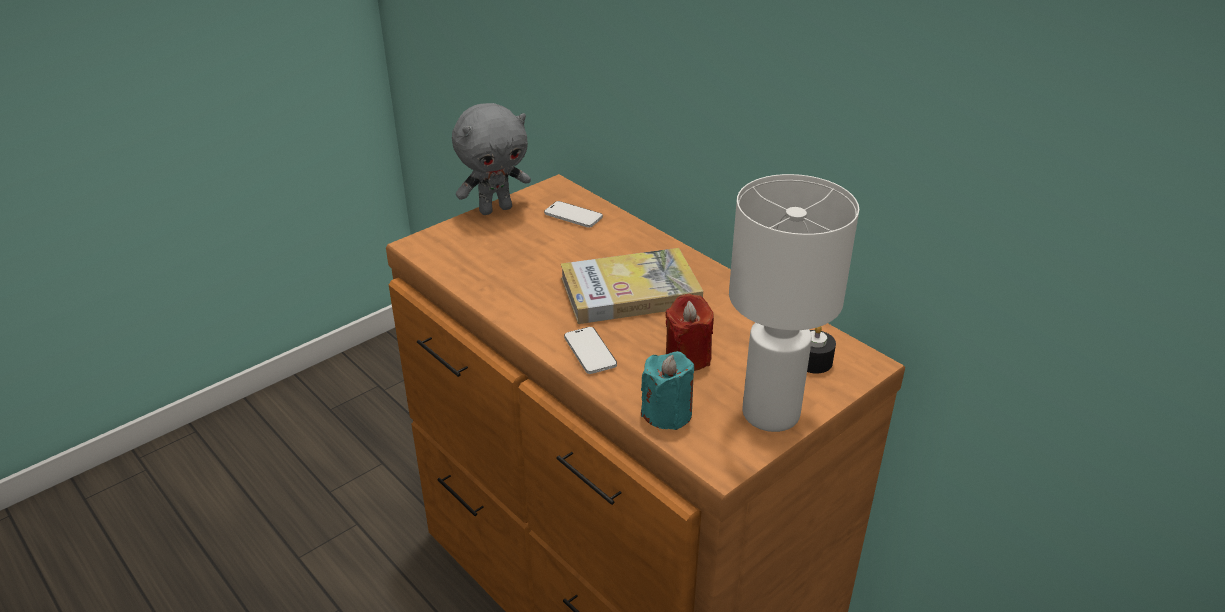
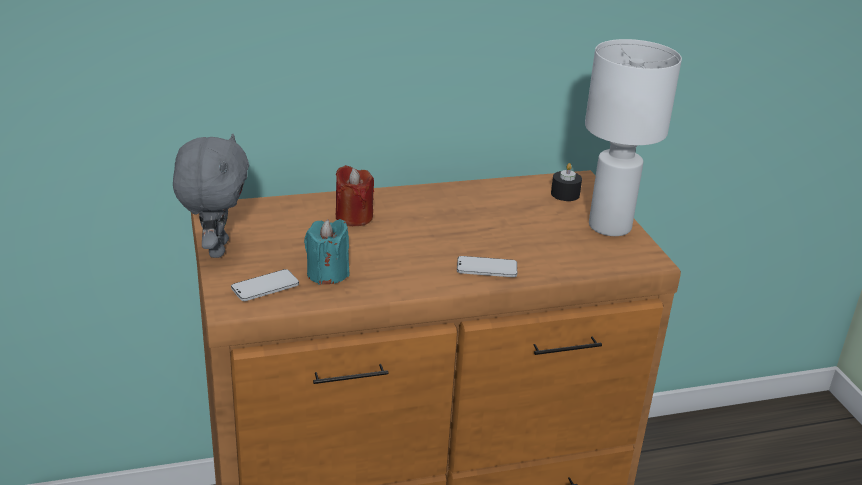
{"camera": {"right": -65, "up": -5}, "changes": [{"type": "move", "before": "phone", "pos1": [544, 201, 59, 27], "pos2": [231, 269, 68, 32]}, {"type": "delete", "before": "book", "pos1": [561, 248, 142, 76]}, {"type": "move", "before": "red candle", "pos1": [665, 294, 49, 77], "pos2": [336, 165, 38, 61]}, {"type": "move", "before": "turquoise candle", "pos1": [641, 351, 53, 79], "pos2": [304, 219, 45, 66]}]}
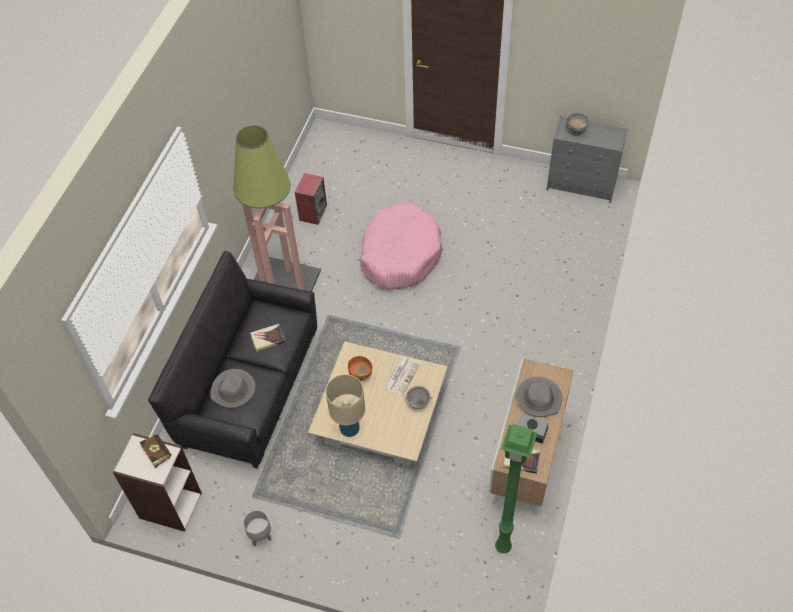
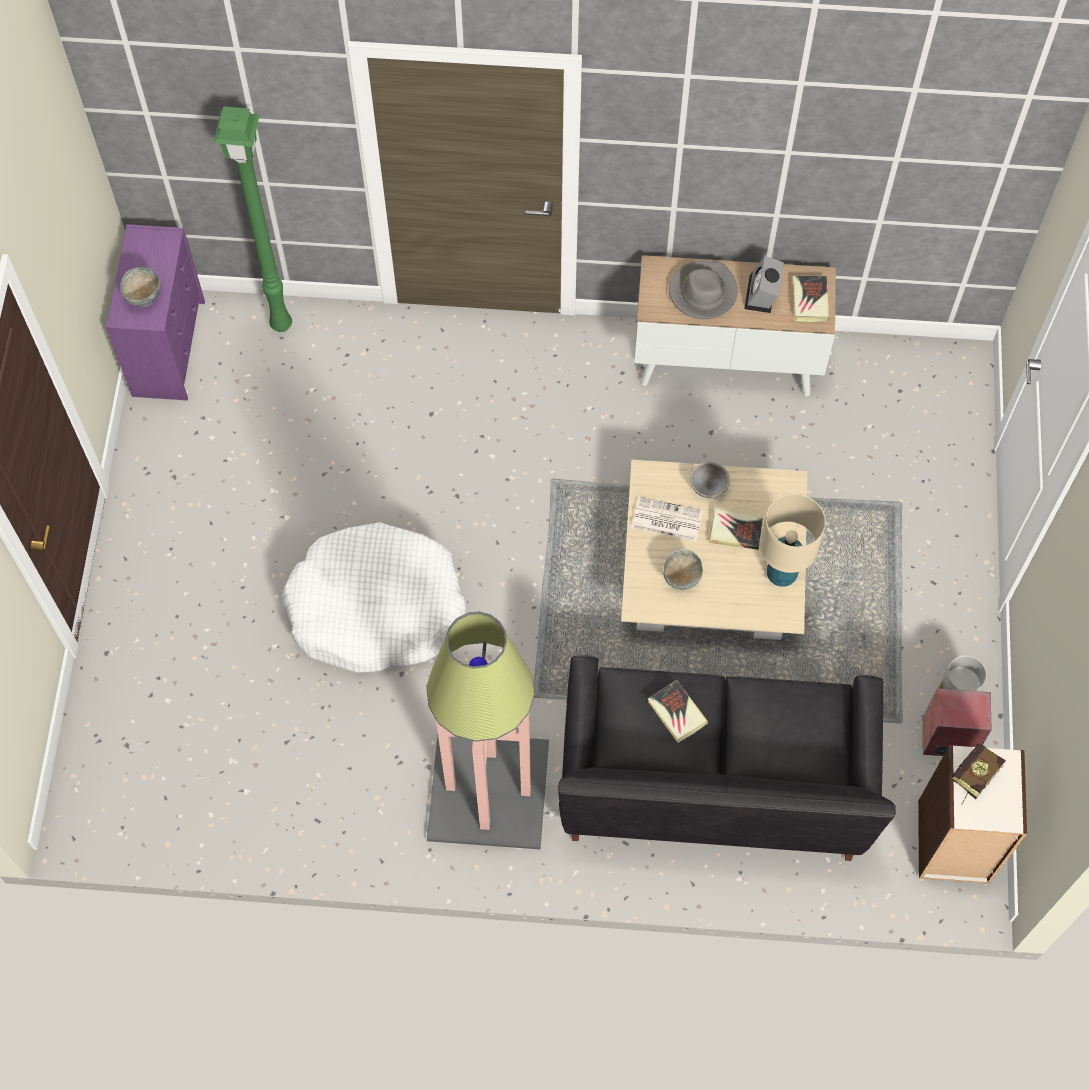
{"camera": {"right": -105, "up": 10}, "changes": [{"type": "recolor", "before": "grey dresser", "after": "purple dresser", "pos1": [547, 116, 80, 87], "pos2": [106, 224, 99, 176]}, {"type": "move", "before": "speaker", "pos1": [295, 173, 32, 52], "pos2": [923, 688, 69, 68]}, {"type": "recolor", "before": "pink dog bed", "after": "white dog bed", "pos1": [360, 202, 82, 88], "pos2": [281, 522, 186, 151]}, {"type": "recolor", "before": "orange bowl", "after": "grey bowl", "pos1": [348, 356, 24, 25], "pos2": [663, 549, 40, 41]}, {"type": "delete", "before": "grey hat", "pos1": [210, 369, 46, 39]}, {"type": "move", "before": "green floor lamp", "pos1": [495, 424, 43, 129], "pos2": [214, 106, 78, 226]}, {"type": "insert", "after": "book", "pos2": [709, 508, 54, 42]}]}
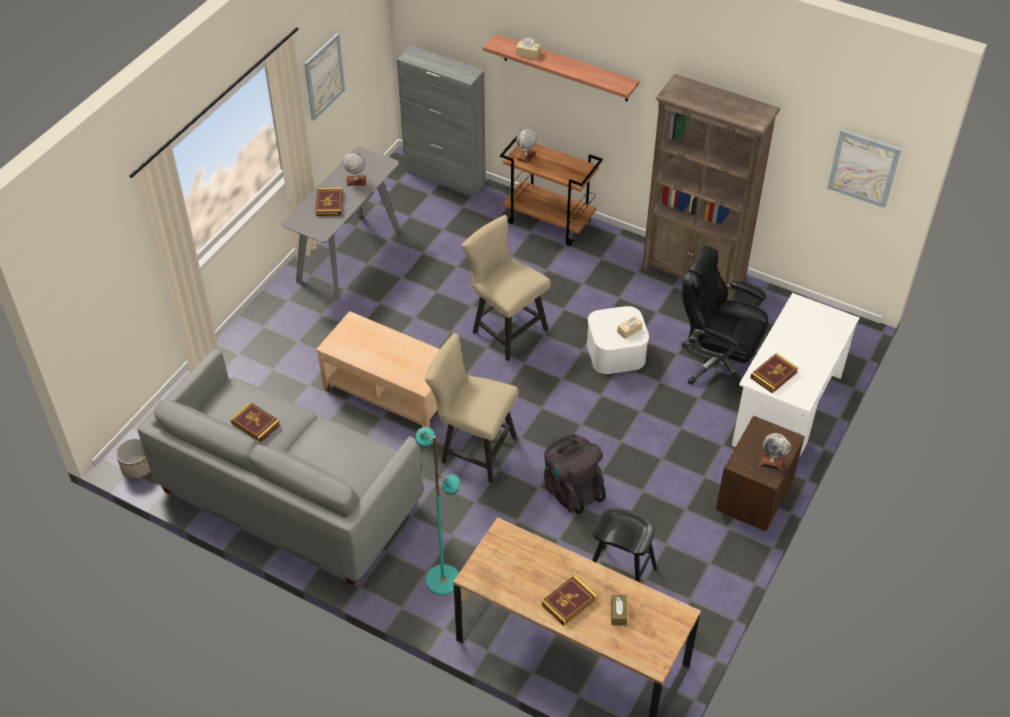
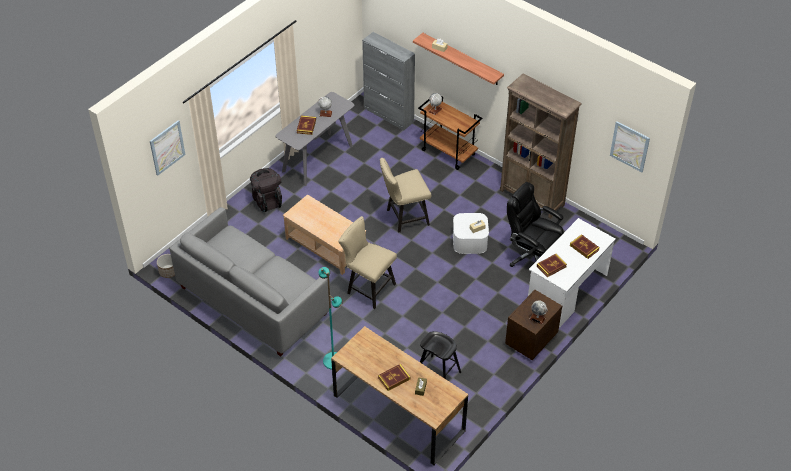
{"camera": {"right": 10, "up": 0}, "changes": [{"type": "move", "before": "picture", "pos1": [304, 33, 41, 88], "pos2": [150, 120, 35, 56]}, {"type": "rotate", "before": "beige chair", "pos1": [461, 215, 90, 146], "pos2": [380, 158, 51, 75], "turn": -75}, {"type": "move", "before": "book", "pos1": [230, 402, 50, 41], "pos2": [570, 234, 30, 25]}, {"type": "move", "before": "black backpack", "pos1": [544, 434, 62, 80], "pos2": [250, 168, 32, 44]}]}
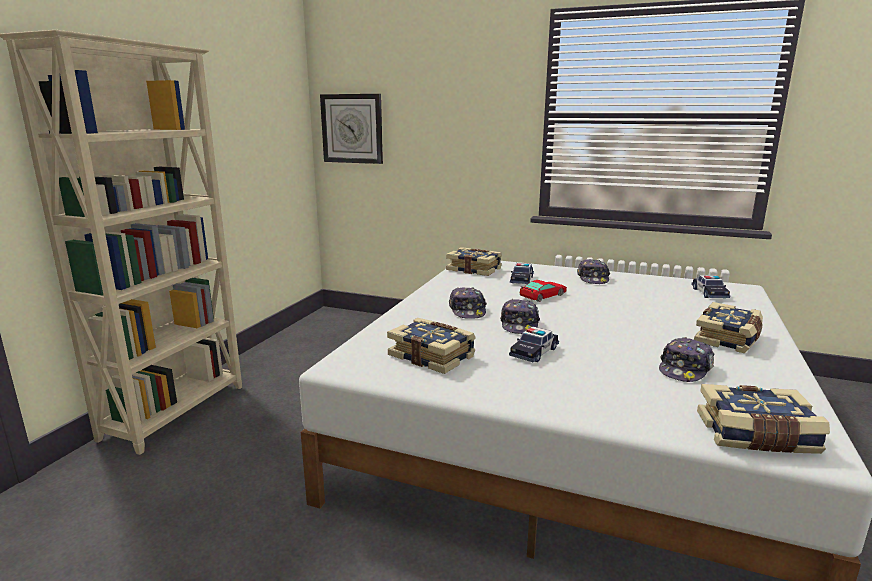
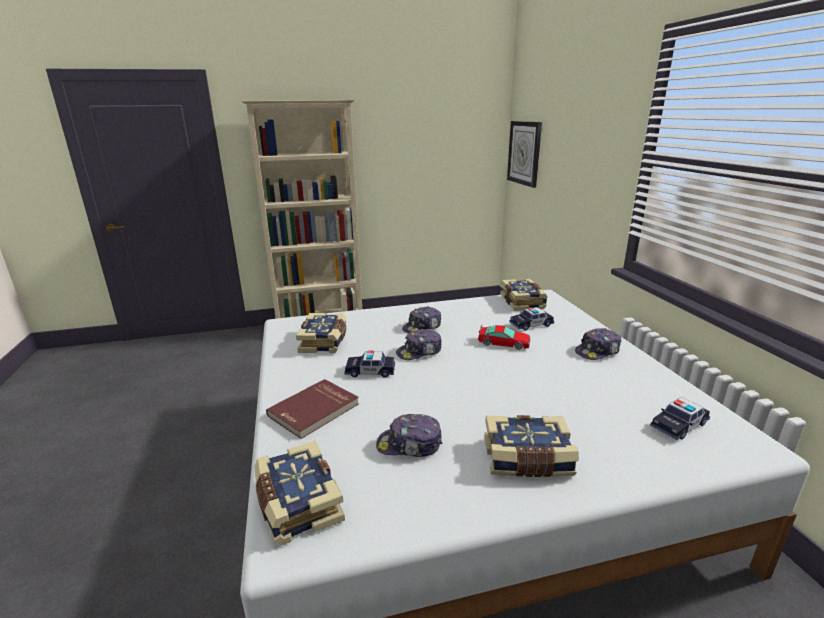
{"camera": {"right": 55, "up": 5}, "changes": [{"type": "insert", "after": "red book", "pos2": [266, 379, 93, 60]}]}
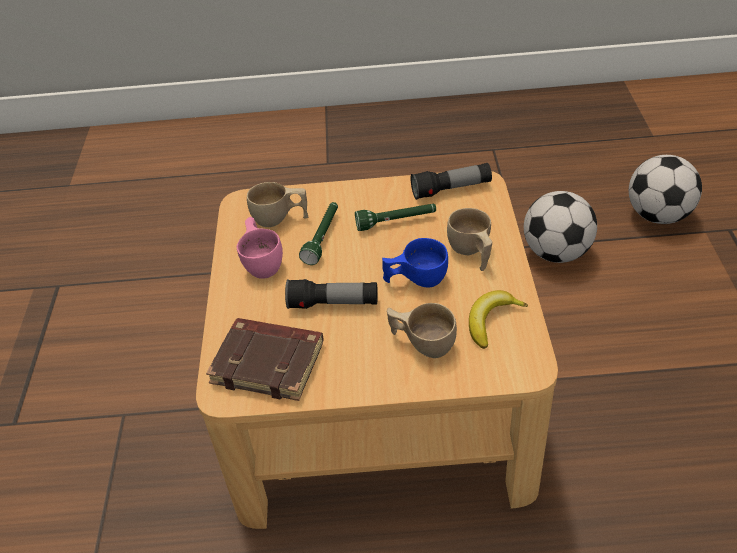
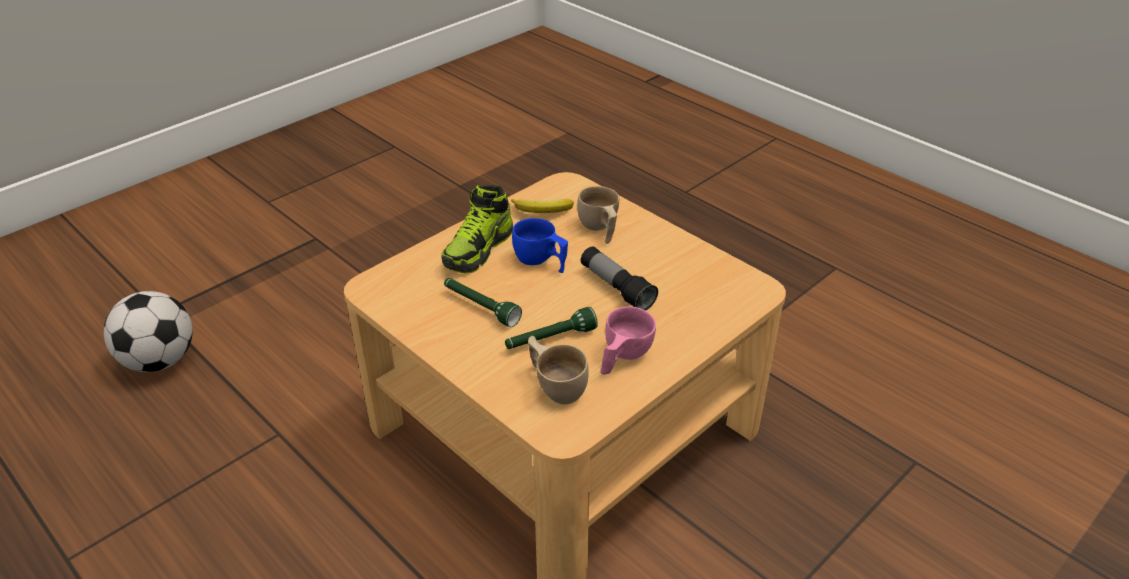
{"camera": {"right": -135, "up": -5}, "changes": [{"type": "delete", "before": "flashlight", "pos1": [411, 163, 81, 37]}, {"type": "delete", "before": "football", "pos1": [524, 191, 73, 72]}, {"type": "replace", "before": "beige cup", "after": "shoe", "pos1": [447, 208, 45, 63], "pos2": [441, 185, 72, 89]}, {"type": "delete", "before": "brown book", "pos1": [206, 318, 118, 83]}]}
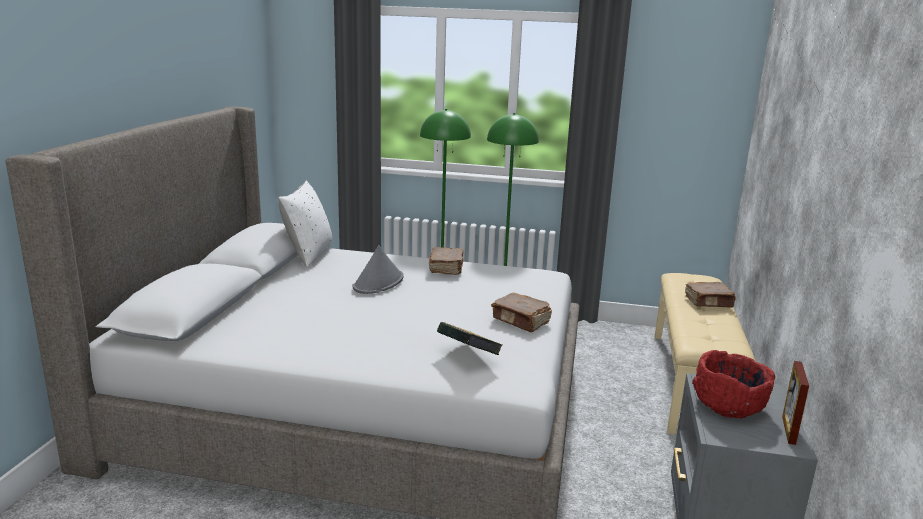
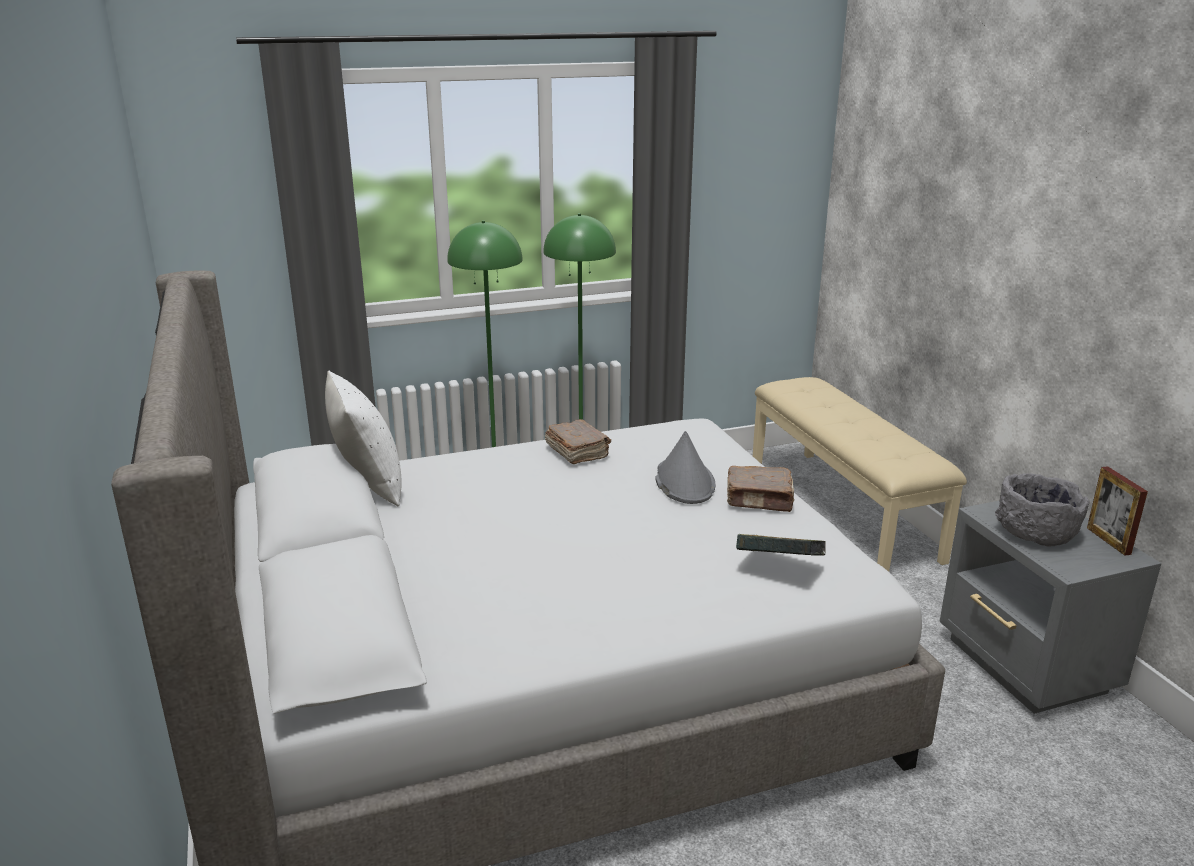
{"camera": {"right": -30, "up": 5}, "changes": [{"type": "move", "before": "grey hat", "pos1": [353, 245, 51, 49], "pos2": [655, 431, 60, 73]}, {"type": "delete", "before": "brown book", "pos1": [685, 282, 51, 25]}, {"type": "recolor", "before": "red bowl", "after": "grey bowl", "pos1": [692, 350, 83, 68], "pos2": [995, 473, 94, 74]}]}
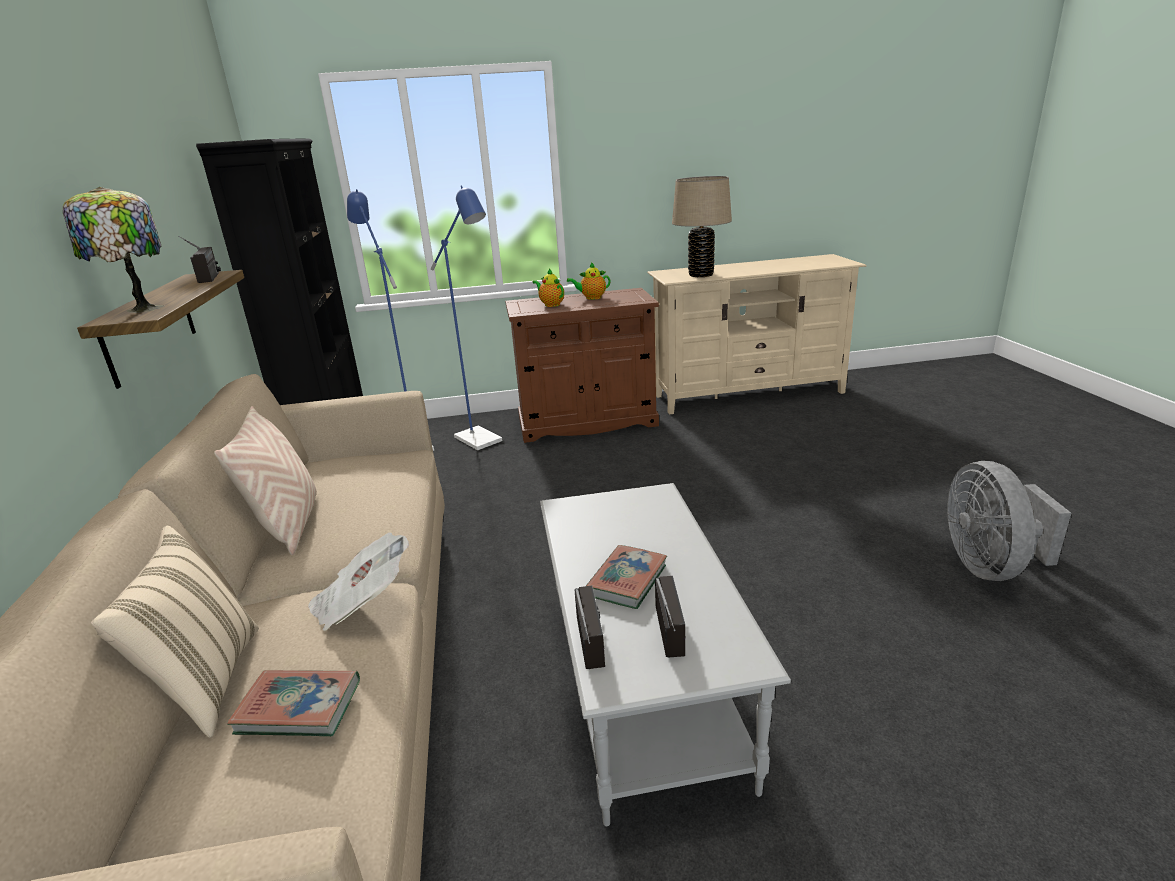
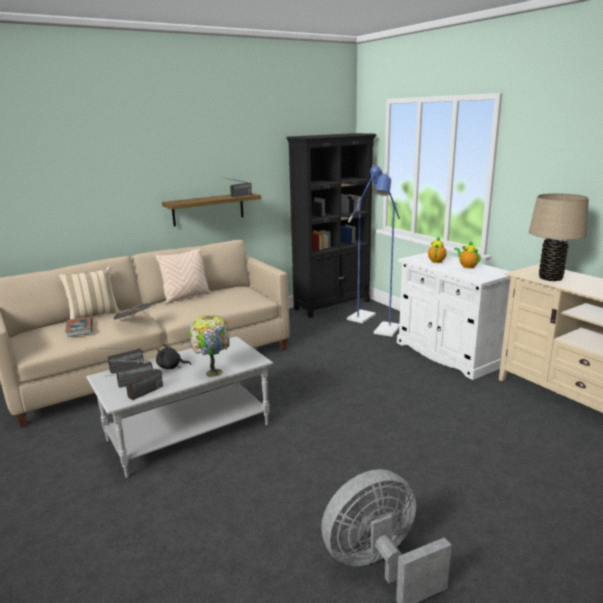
{"camera": {"right": 65, "up": -5}, "changes": [{"type": "move", "before": "table lamp", "pos1": [63, 187, 101, 126], "pos2": [189, 315, 41, 62]}, {"type": "recolor", "before": "brown cabinet", "after": "white cabinet", "pos1": [505, 288, 154, 155], "pos2": [397, 252, 114, 128]}, {"type": "replace", "before": "book", "after": "black plush toy", "pos1": [586, 545, 81, 64], "pos2": [156, 344, 35, 25]}, {"type": "insert", "after": "radio", "pos2": [105, 368, 58, 32]}]}
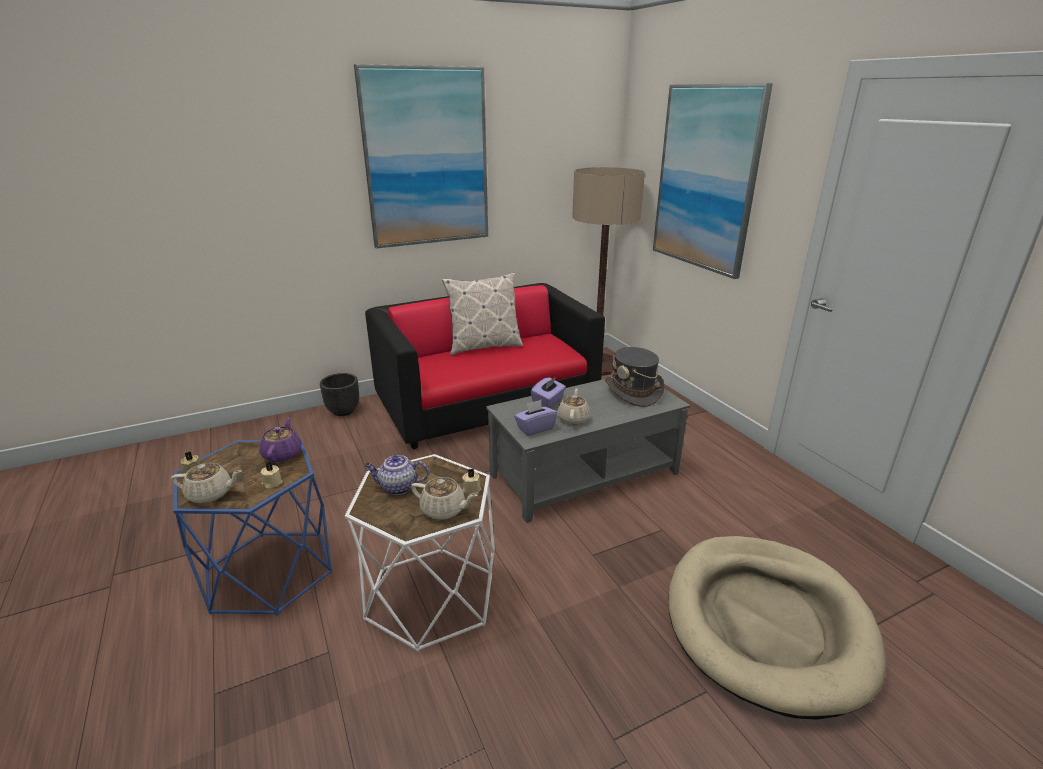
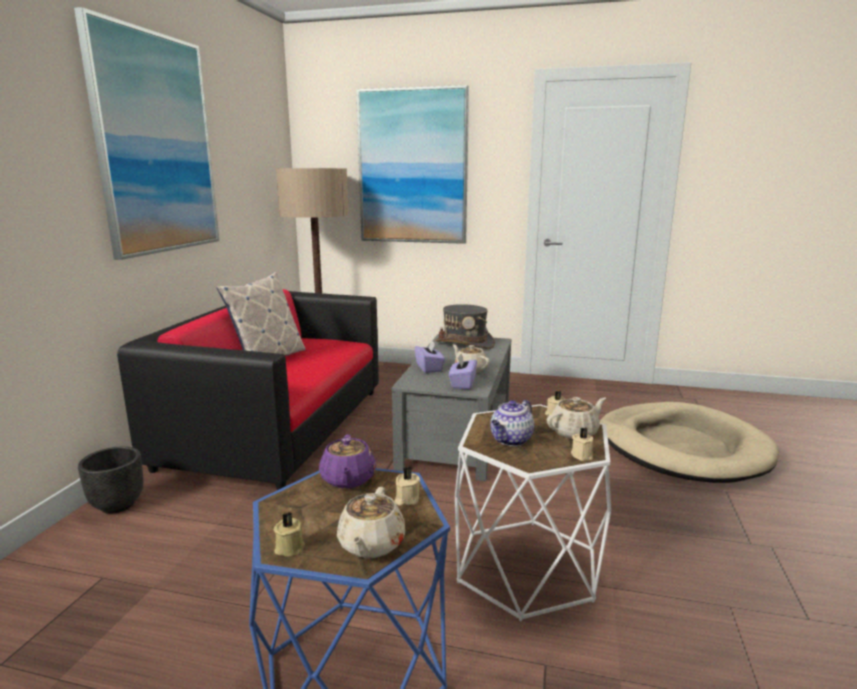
{"camera": {"right": -50, "up": -10}, "changes": [{"type": "rotate", "before": "purple teapot", "pos1": [259, 417, 43, 45], "pos2": [319, 435, 57, 53], "turn": -135}, {"type": "rotate", "before": "beige teapot", "pos1": [171, 463, 71, 41], "pos2": [337, 487, 68, 71], "turn": 150}, {"type": "insert", "after": "beige candle", "pos2": [571, 427, 22, 34]}]}
